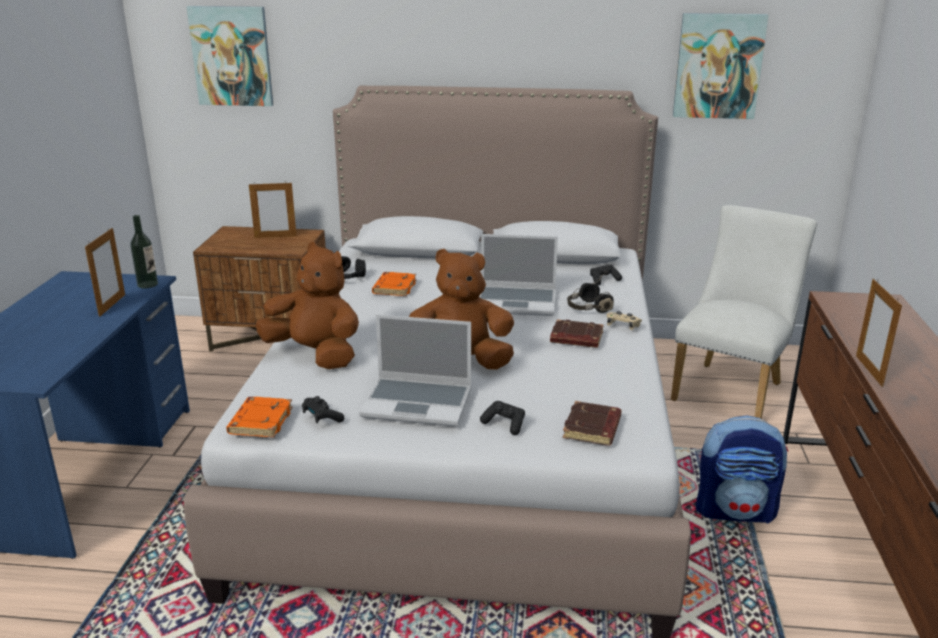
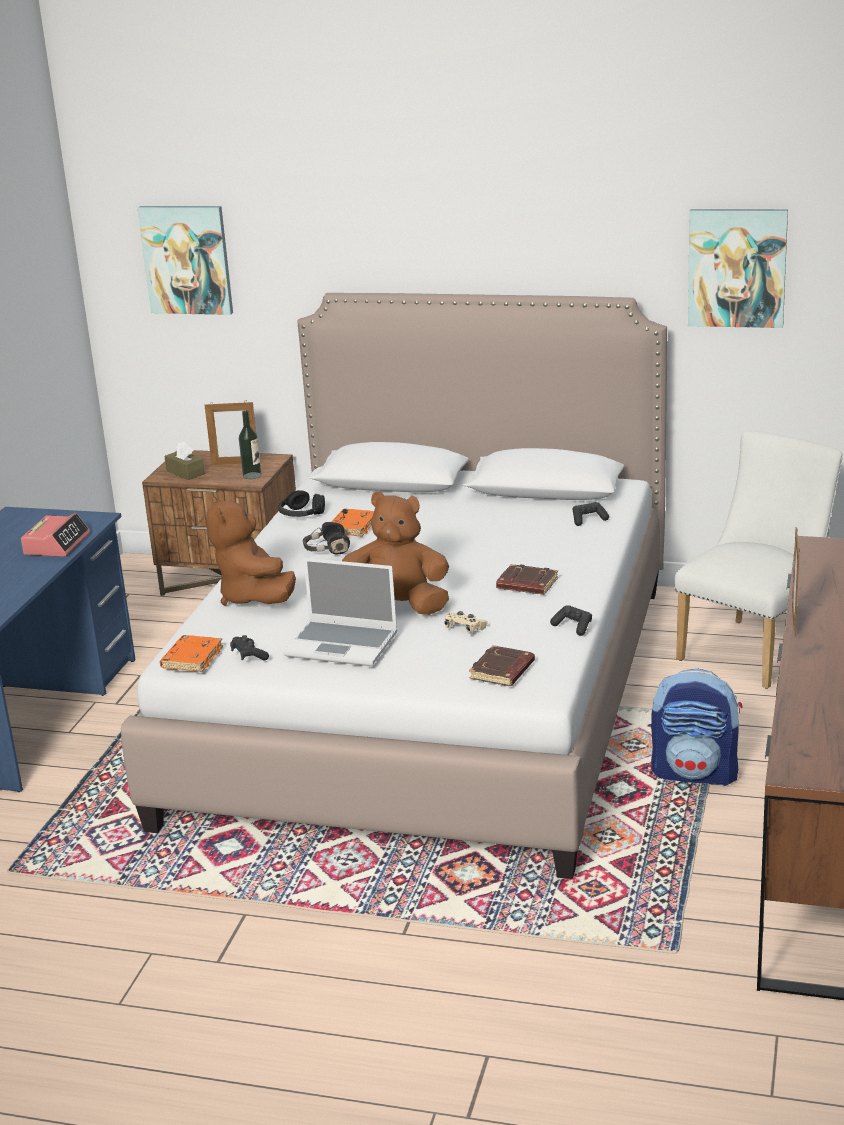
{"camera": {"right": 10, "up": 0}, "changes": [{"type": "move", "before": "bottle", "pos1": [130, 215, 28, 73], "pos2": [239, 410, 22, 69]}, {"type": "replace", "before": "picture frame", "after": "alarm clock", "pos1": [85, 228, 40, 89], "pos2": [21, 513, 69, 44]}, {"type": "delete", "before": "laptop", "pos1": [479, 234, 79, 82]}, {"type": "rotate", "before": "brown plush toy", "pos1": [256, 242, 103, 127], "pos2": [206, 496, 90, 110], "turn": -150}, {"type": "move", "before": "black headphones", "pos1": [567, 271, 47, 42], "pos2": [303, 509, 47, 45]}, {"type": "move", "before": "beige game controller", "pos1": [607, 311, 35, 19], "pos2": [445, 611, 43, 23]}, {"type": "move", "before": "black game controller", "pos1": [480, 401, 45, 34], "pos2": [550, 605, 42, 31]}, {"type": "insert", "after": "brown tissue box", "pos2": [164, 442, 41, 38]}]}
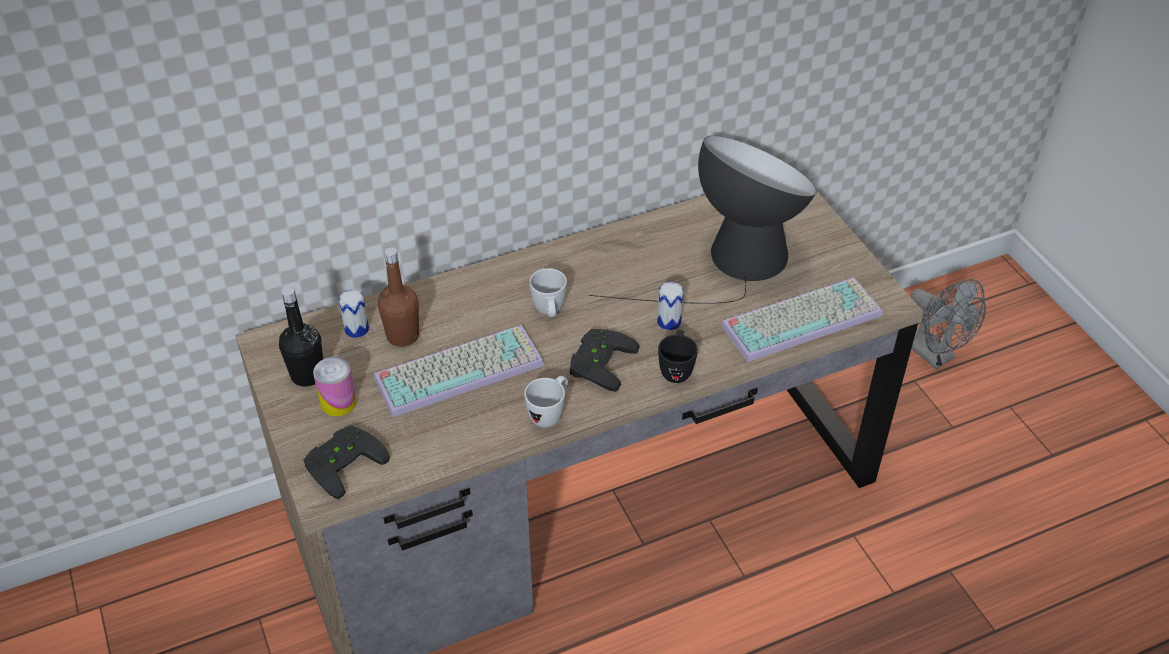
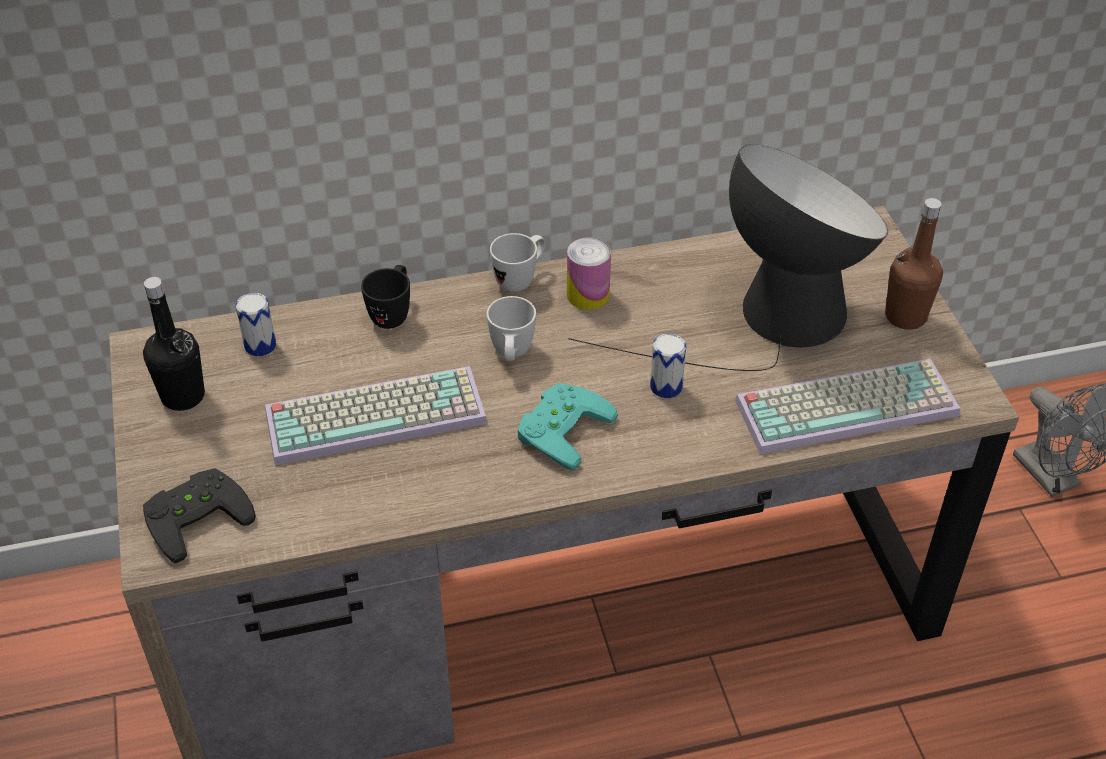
{"camera": {"right": 10, "up": 0}, "changes": [{"type": "move", "before": "brown bottle", "pos1": [378, 247, 41, 100], "pos2": [885, 198, 58, 132]}, {"type": "recolor", "before": "black game controller", "after": "turquoise game controller", "pos1": [570, 329, 69, 63], "pos2": [518, 383, 100, 88]}, {"type": "move", "before": "black mug", "pos1": [658, 330, 40, 53], "pos2": [361, 265, 49, 64]}, {"type": "move", "before": "can", "pos1": [313, 357, 44, 59], "pos2": [567, 237, 44, 73]}, {"type": "move", "before": "white mug", "pos1": [524, 376, 44, 52], "pos2": [490, 233, 56, 59]}]}
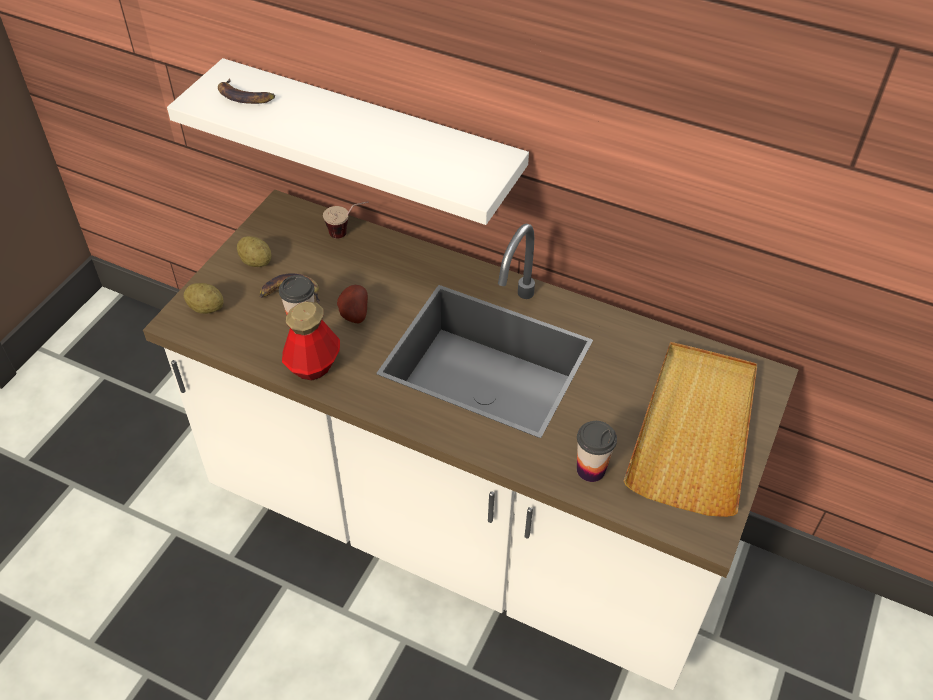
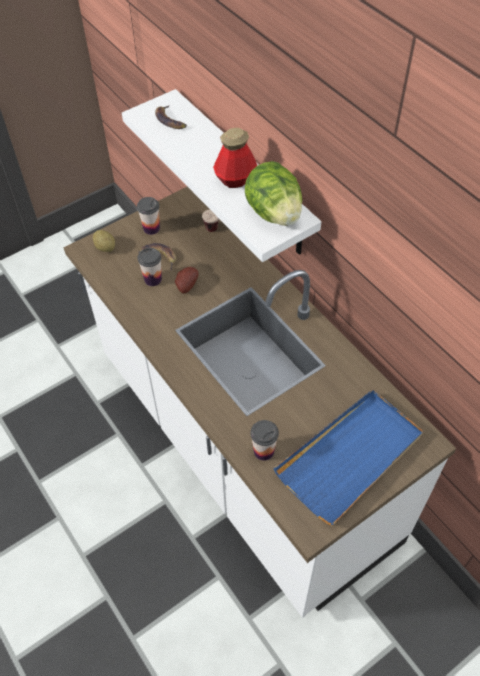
{"camera": {"right": 30, "up": 5}, "changes": [{"type": "replace", "before": "potato", "after": "cup", "pos1": [237, 236, 34, 31], "pos2": [137, 197, 23, 38]}, {"type": "move", "before": "bottle", "pos1": [282, 301, 58, 80], "pos2": [213, 128, 45, 60]}, {"type": "recolor", "before": "beige tray", "after": "blue tray", "pos1": [624, 342, 133, 175], "pos2": [274, 390, 149, 136]}, {"type": "insert", "after": "lettuce", "pos2": [245, 161, 57, 65]}]}
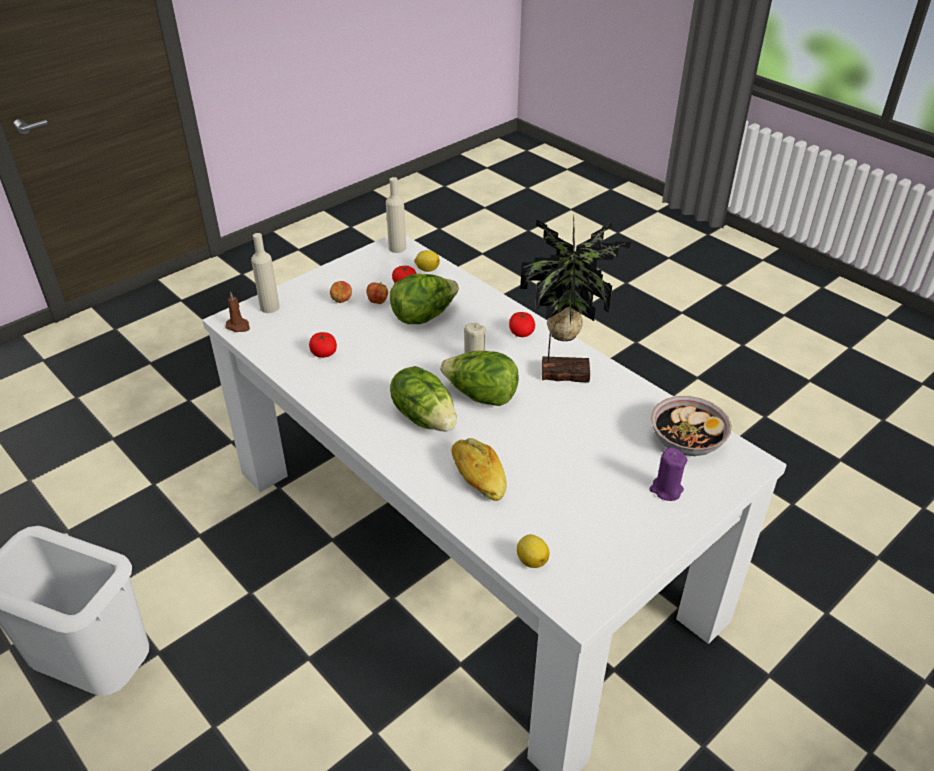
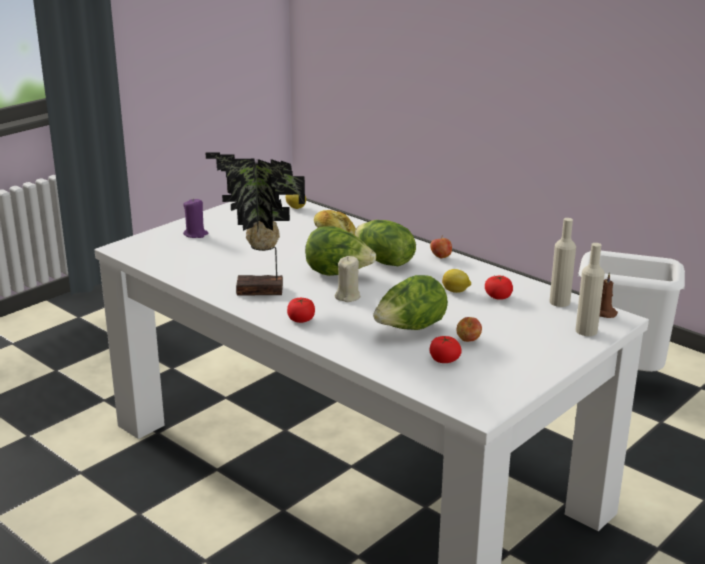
{"camera": {"right": 175, "up": -15}, "changes": [{"type": "move", "before": "beige bottle", "pos1": [386, 177, 20, 76], "pos2": [549, 218, 27, 89]}, {"type": "move", "before": "lemon", "pos1": [414, 250, 26, 22], "pos2": [442, 269, 29, 24]}, {"type": "move", "before": "apple", "pos1": [330, 281, 22, 22], "pos2": [430, 237, 22, 21]}, {"type": "delete", "before": "bowl", "pos1": [651, 396, 81, 60]}]}
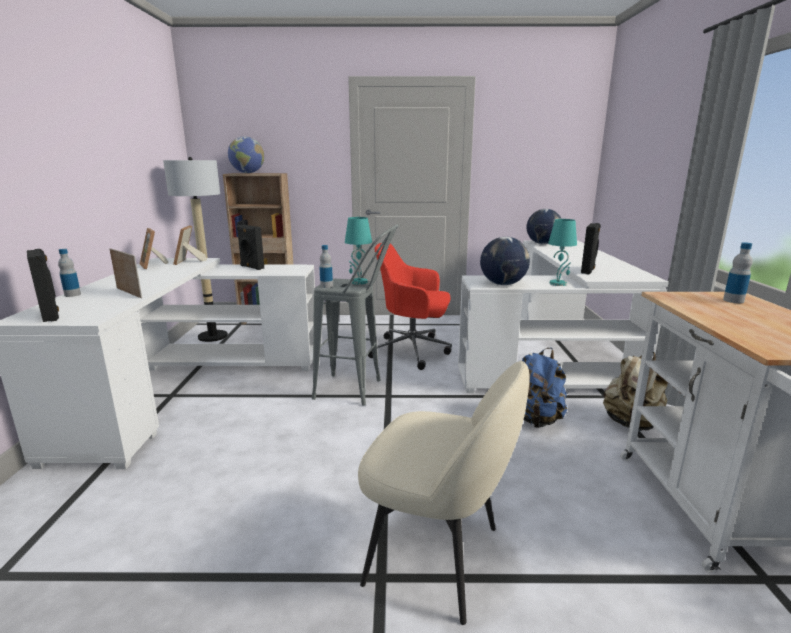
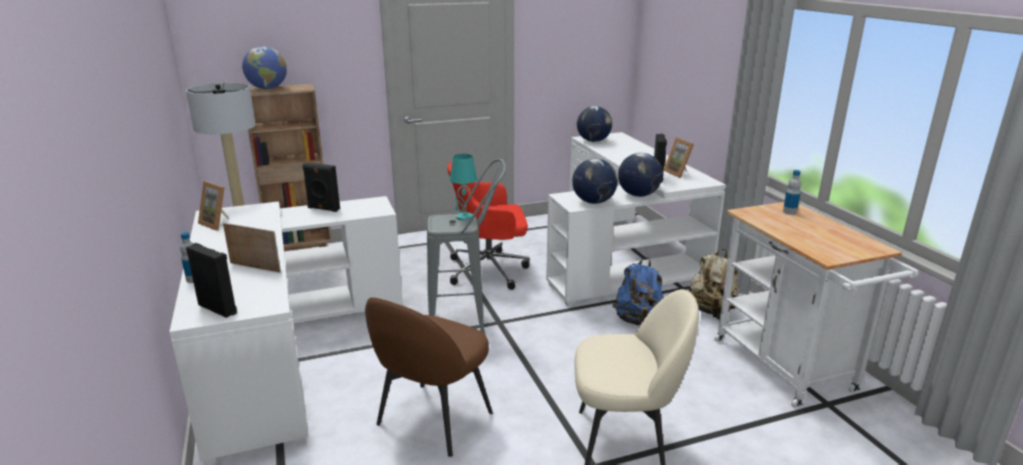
{"camera": {"right": -20, "up": 5}, "changes": [{"type": "replace", "before": "turquoise table lamp", "after": "globe", "pos1": [548, 219, 29, 67], "pos2": [618, 153, 45, 44]}, {"type": "move", "before": "picture frame", "pos1": [173, 225, 34, 40], "pos2": [664, 138, 30, 40]}, {"type": "delete", "before": "bottle", "pos1": [319, 245, 14, 43]}, {"type": "insert", "after": "brown chair", "pos2": [365, 298, 128, 159]}]}
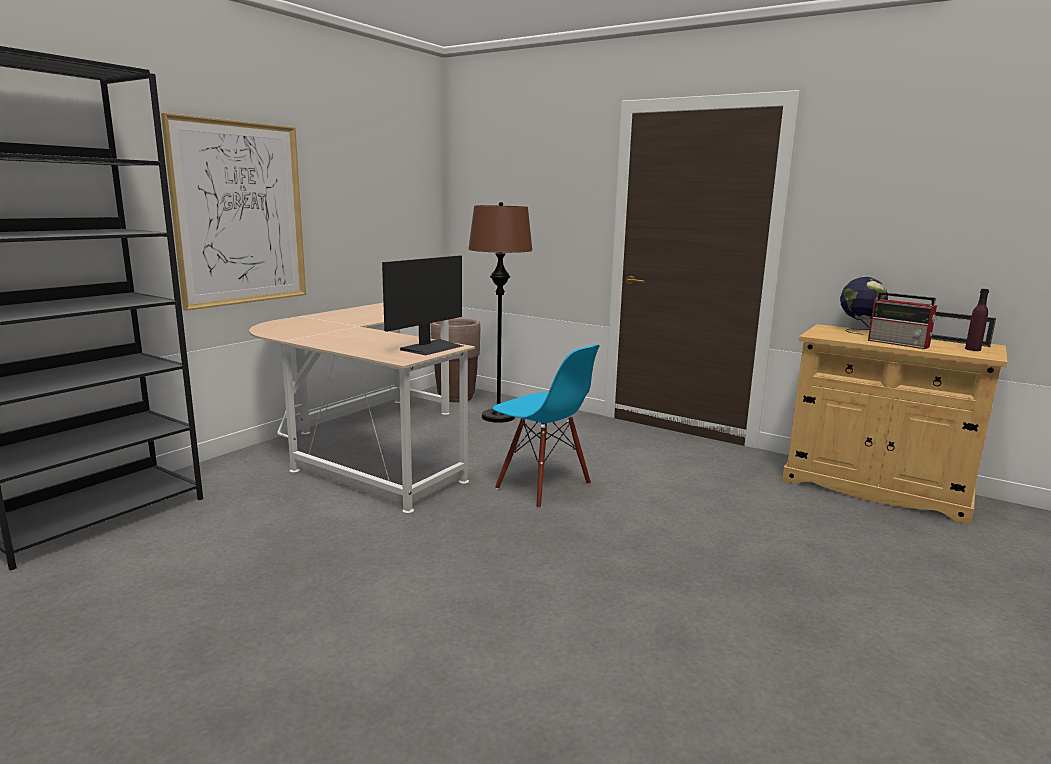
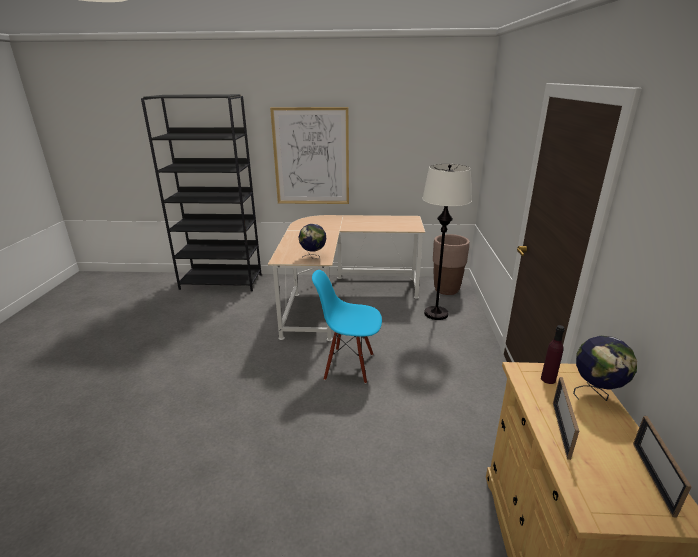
{"camera": {"right": 60, "up": 10}, "changes": [{"type": "recolor", "before": "brown floor lamp", "after": "white floor lamp", "pos1": [468, 202, 65, 221], "pos2": [422, 164, 50, 156]}, {"type": "replace", "before": "monitor", "after": "globe", "pos1": [382, 255, 81, 101], "pos2": [298, 224, 28, 35]}, {"type": "move", "before": "purple bottle", "pos1": [965, 289, 24, 62], "pos2": [541, 325, 24, 59]}, {"type": "replace", "before": "radio", "after": "picture frame", "pos1": [868, 292, 70, 57], "pos2": [553, 377, 26, 83]}, {"type": "rotate", "before": "blue chair", "pos1": [492, 344, 108, 164], "pos2": [312, 270, 70, 114], "turn": 90}]}
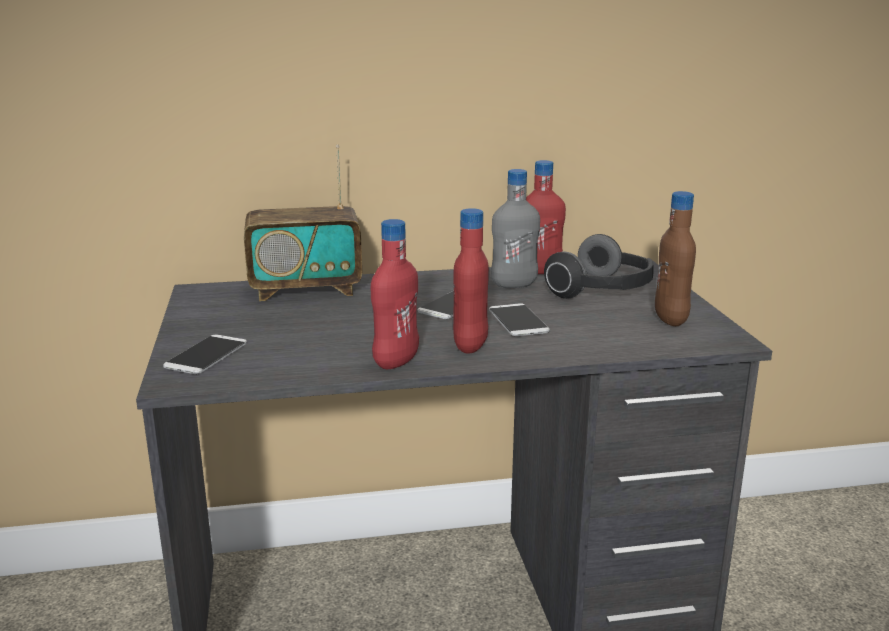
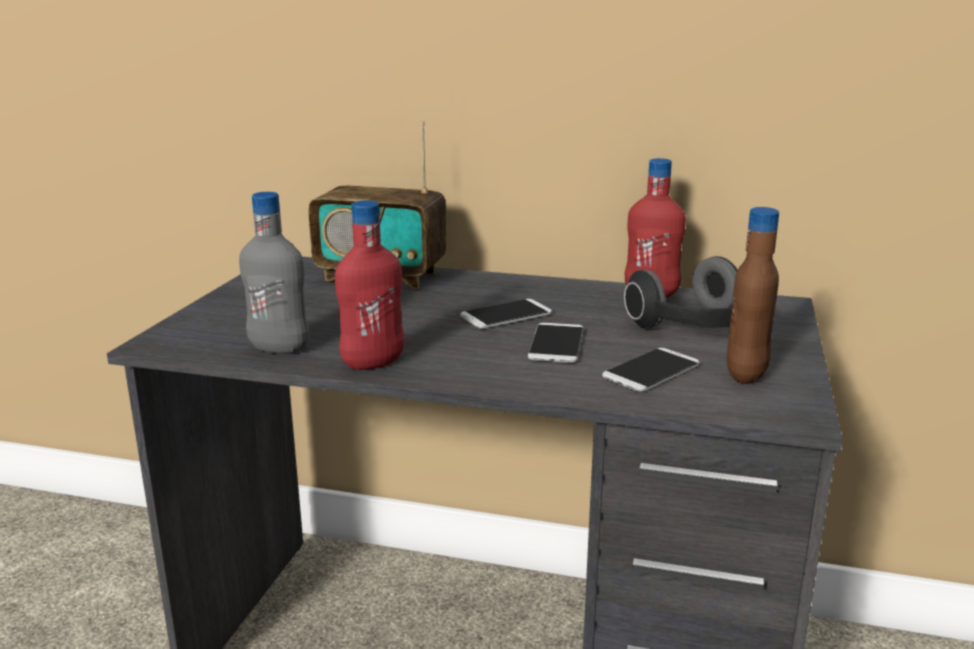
{"camera": {"right": 25, "up": 0}, "changes": [{"type": "move", "before": "grey bottle", "pos1": [491, 169, 49, 119], "pos2": [239, 192, 70, 162]}, {"type": "delete", "before": "red bottle", "pos1": [453, 208, 36, 146]}, {"type": "move", "before": "phone", "pos1": [163, 334, 84, 40], "pos2": [602, 348, 97, 44]}]}
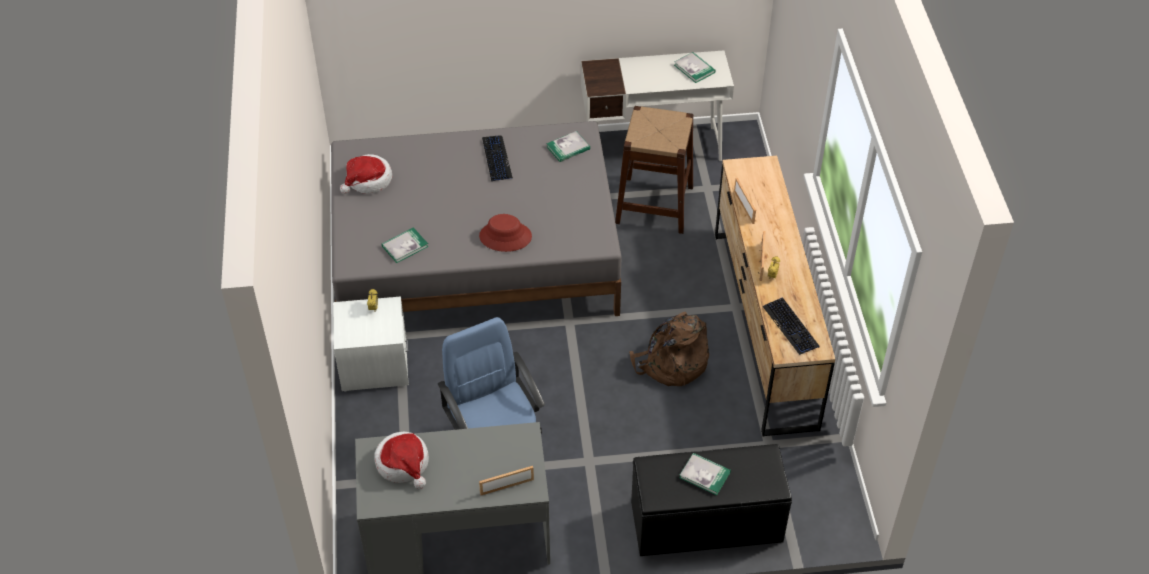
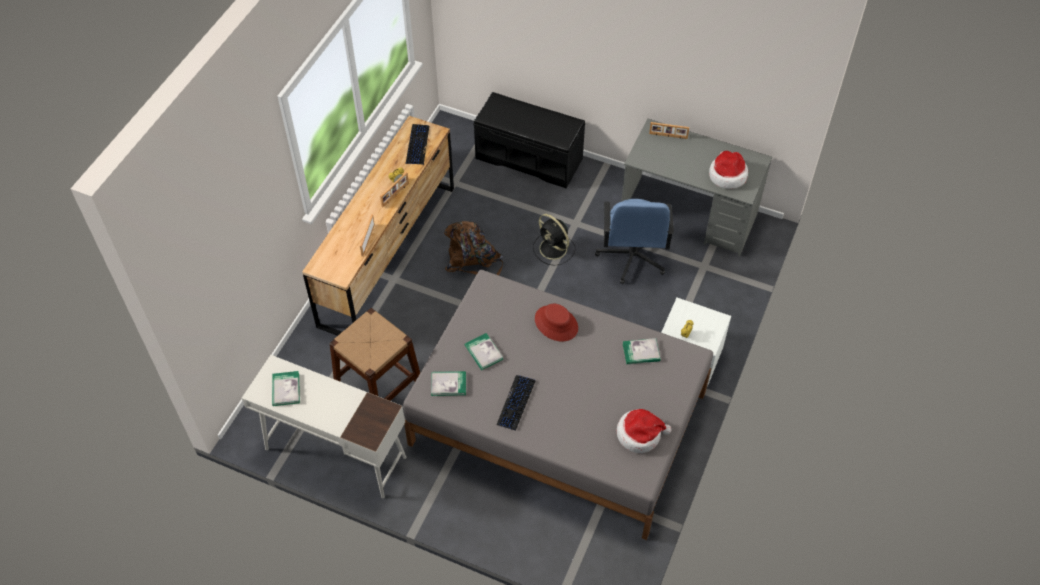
{"camera": {"right": -150, "up": 5}, "changes": [{"type": "move", "before": "book", "pos1": [679, 453, 52, 42], "pos2": [464, 333, 39, 37]}, {"type": "insert", "after": "black fan", "pos2": [533, 214, 42, 52]}]}
